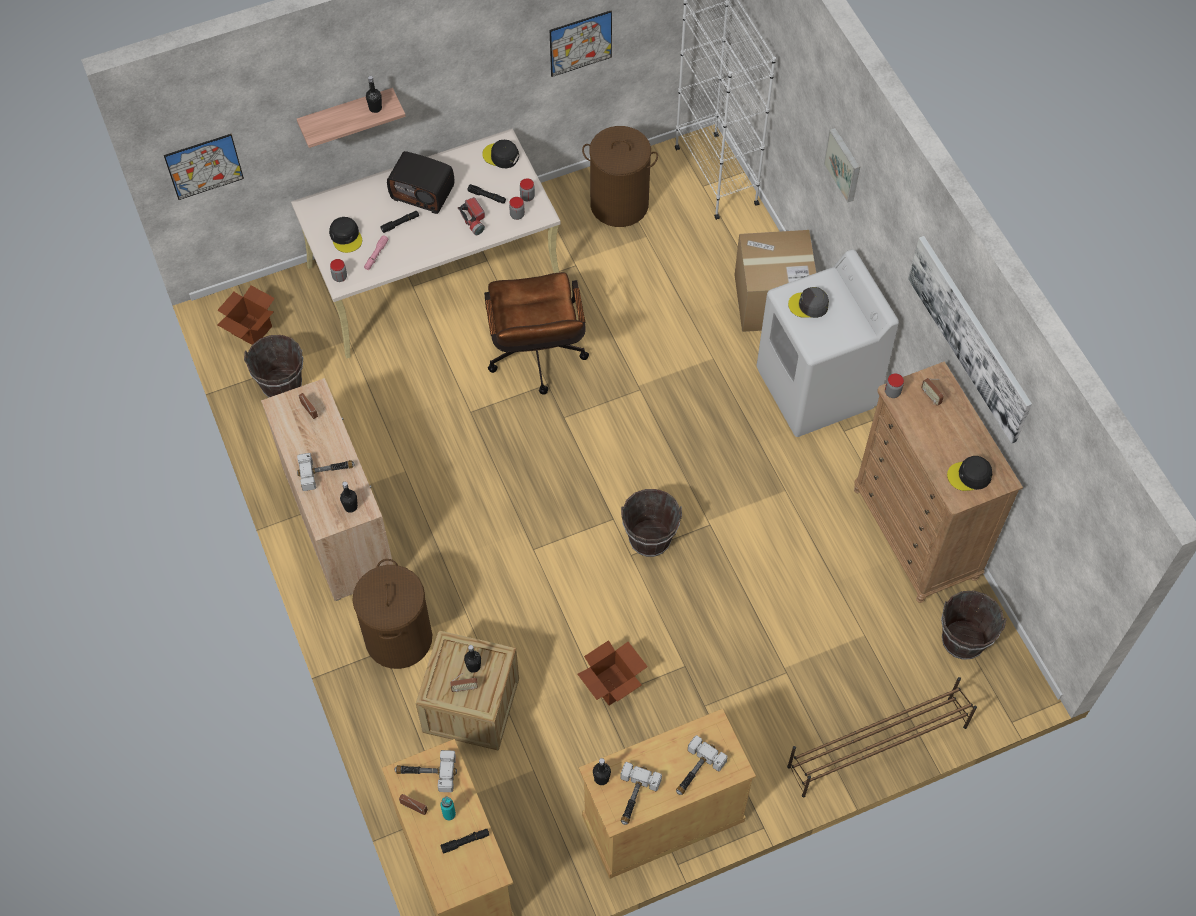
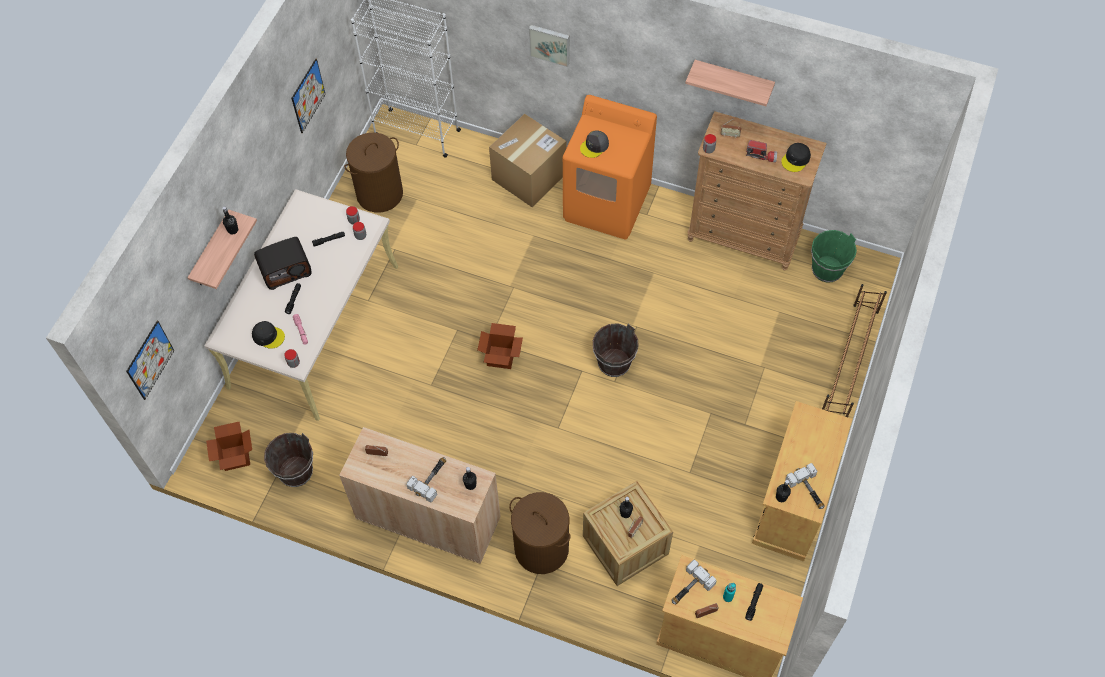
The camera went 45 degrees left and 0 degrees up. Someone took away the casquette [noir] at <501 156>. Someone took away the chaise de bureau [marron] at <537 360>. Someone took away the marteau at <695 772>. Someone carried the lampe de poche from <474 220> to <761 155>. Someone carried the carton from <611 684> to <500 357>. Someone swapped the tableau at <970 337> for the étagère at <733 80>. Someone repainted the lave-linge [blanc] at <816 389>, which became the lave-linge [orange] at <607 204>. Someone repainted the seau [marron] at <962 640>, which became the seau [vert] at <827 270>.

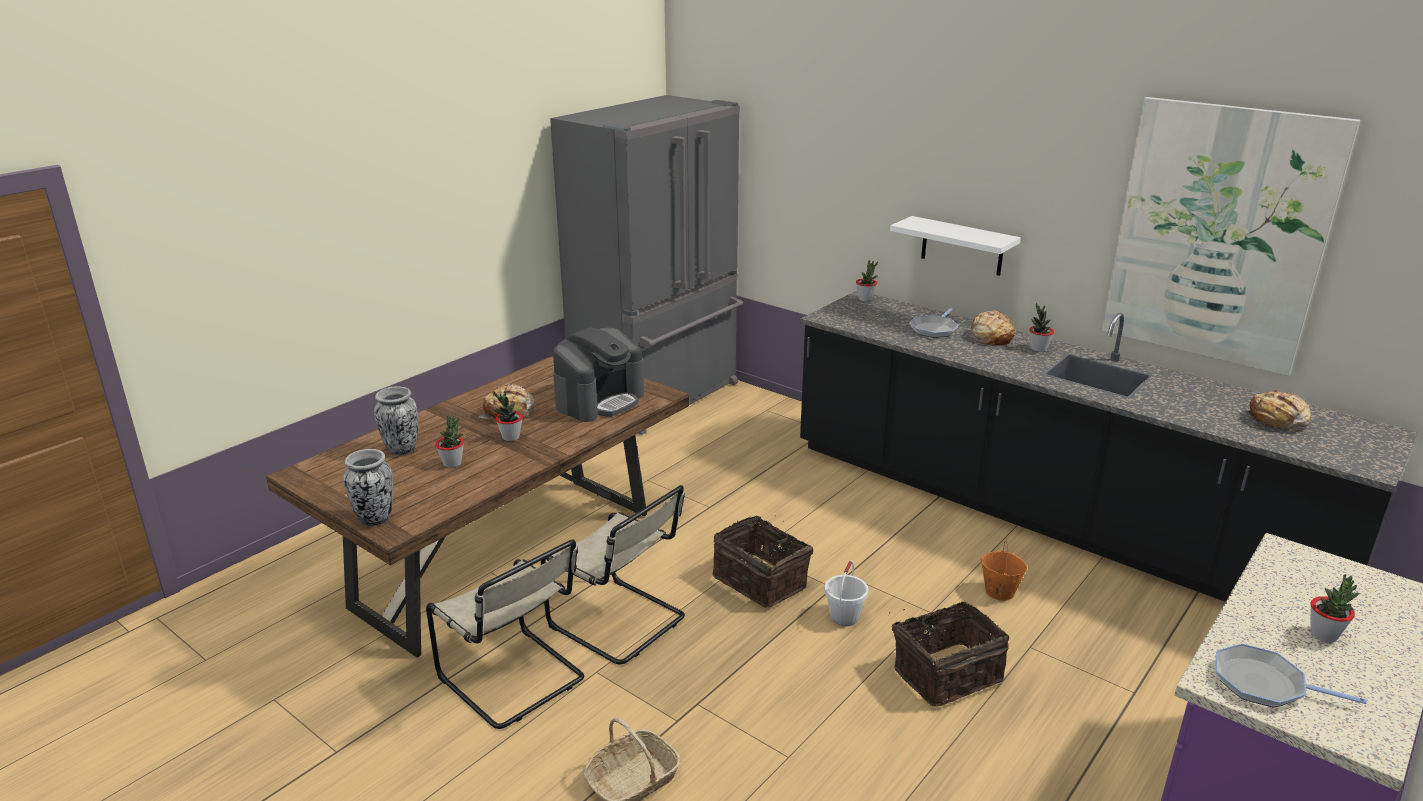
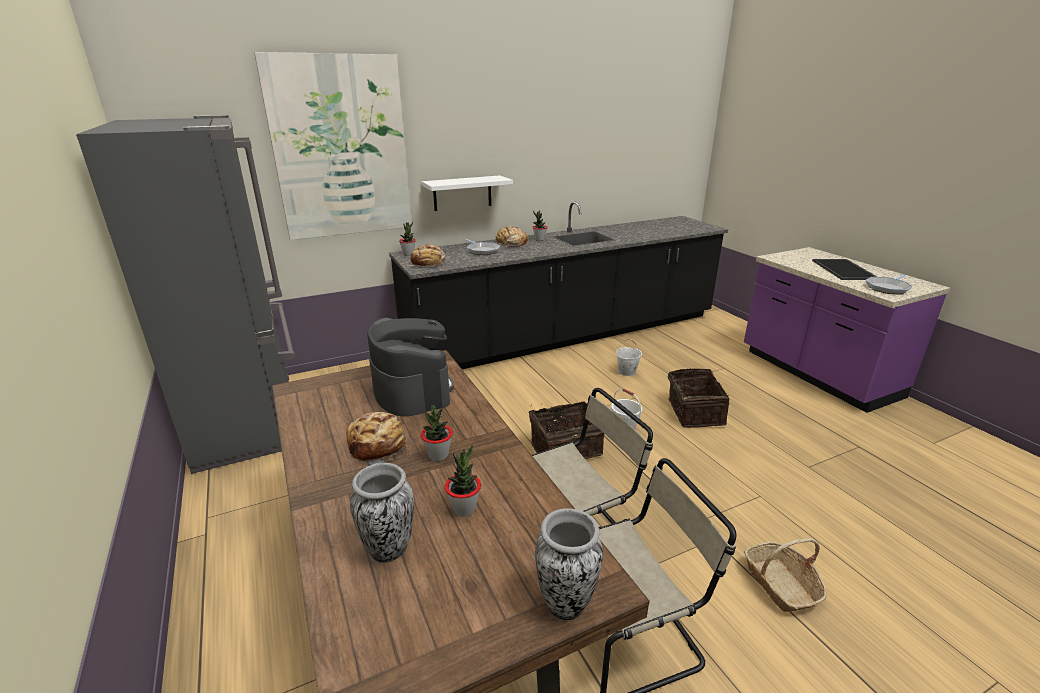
The camera went 65 degrees left and 0 degrees up. Someone carried the tableau from <1218 235> to <341 148>. Someone carried the pain from <1276 421> to <428 263>. Someone swapped the plante en pot at <1324 635> for the plateau at <845 270>. Someone repainted the seau [orange] at <999 592>, which became the seau [blanc] at <626 372>.

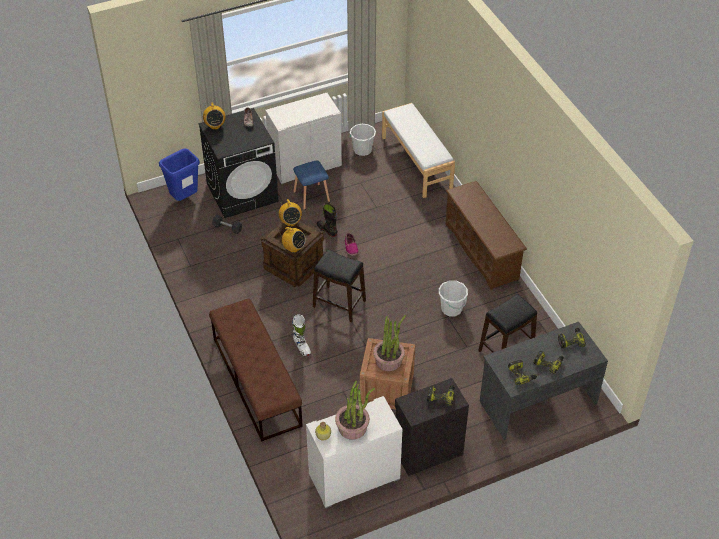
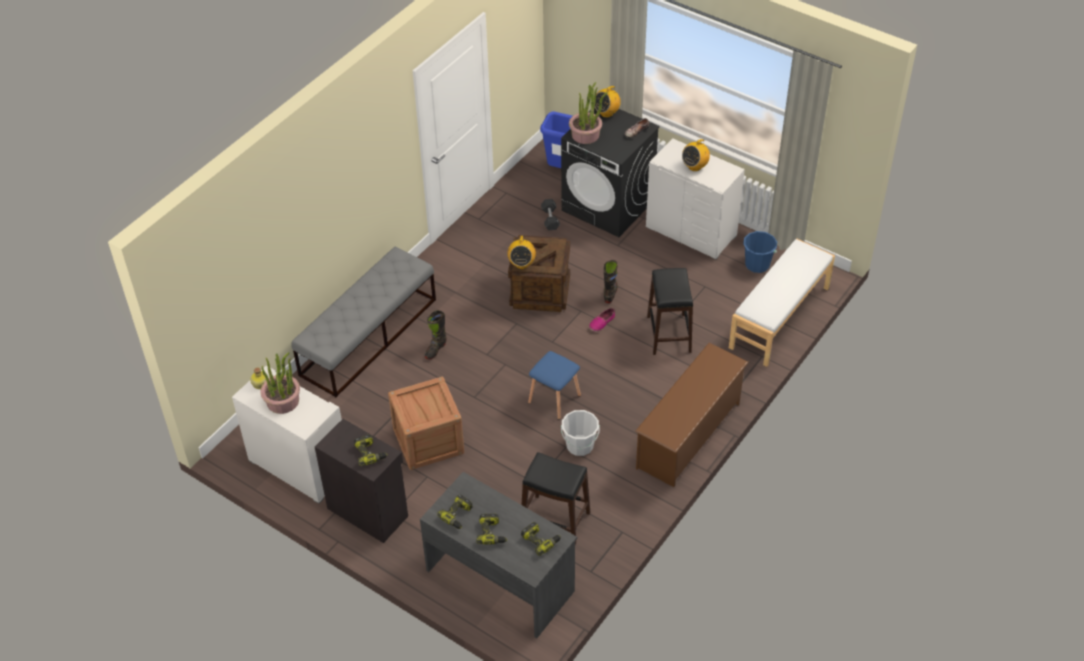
The camera went 60 degrees right and 0 degrees up. Someone carried the radio from <290 222> to <695 166>. Someone carried the tabouret [bleu] from <312 196> to <555 399>. Someone carried the tabouret [noir] from <339 303> to <669 334>. Someone carried the plante en pot from <389 360> to <585 135>. Someone repainted the banc [marron] at <256 381>, which became the banc [gris] at <369 336>. Someone repainted the botte [blanc] at <302 347>, which became the botte [noir] at <435 349>. Someone repainted the seau [blanc] at <362 149>, which became the seau [bleu] at <757 264>.

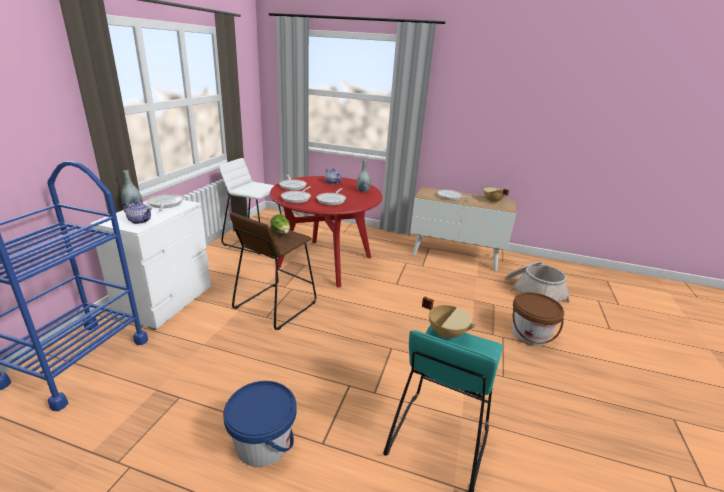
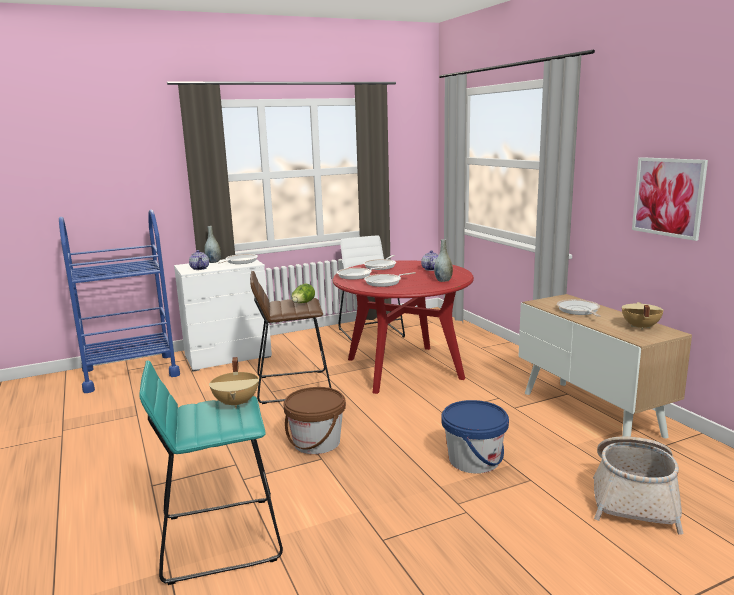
The camera went 50 degrees right and 10 degrees down. Someone put up the tableau at <668 197>. Someone carried the seau [bleu] from <263 443> to <474 460>. Someone carried the seau [marron] from <530 334> to <316 442>.

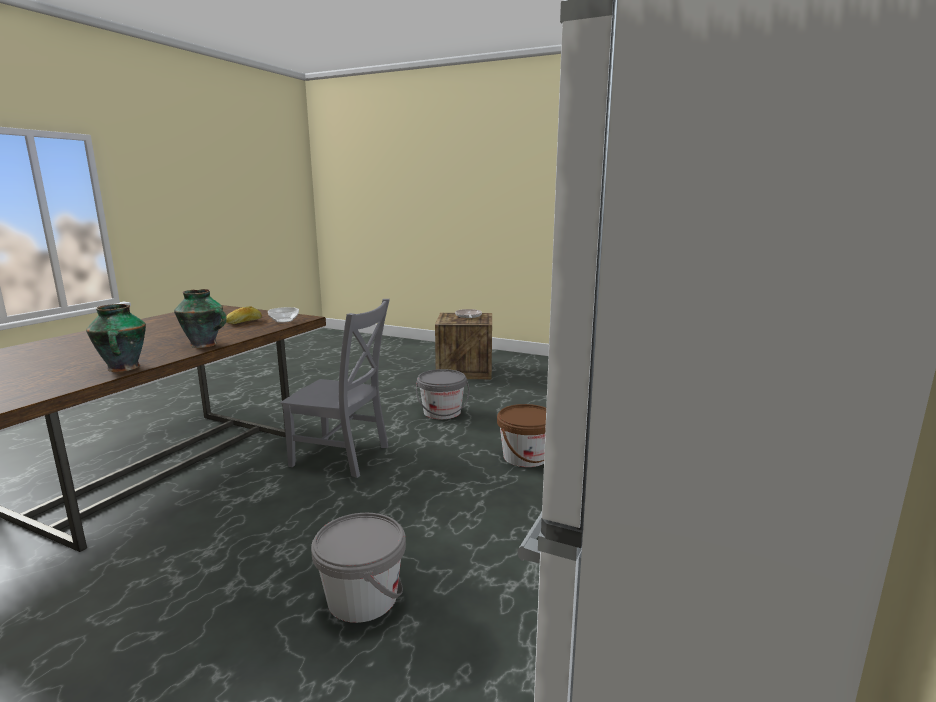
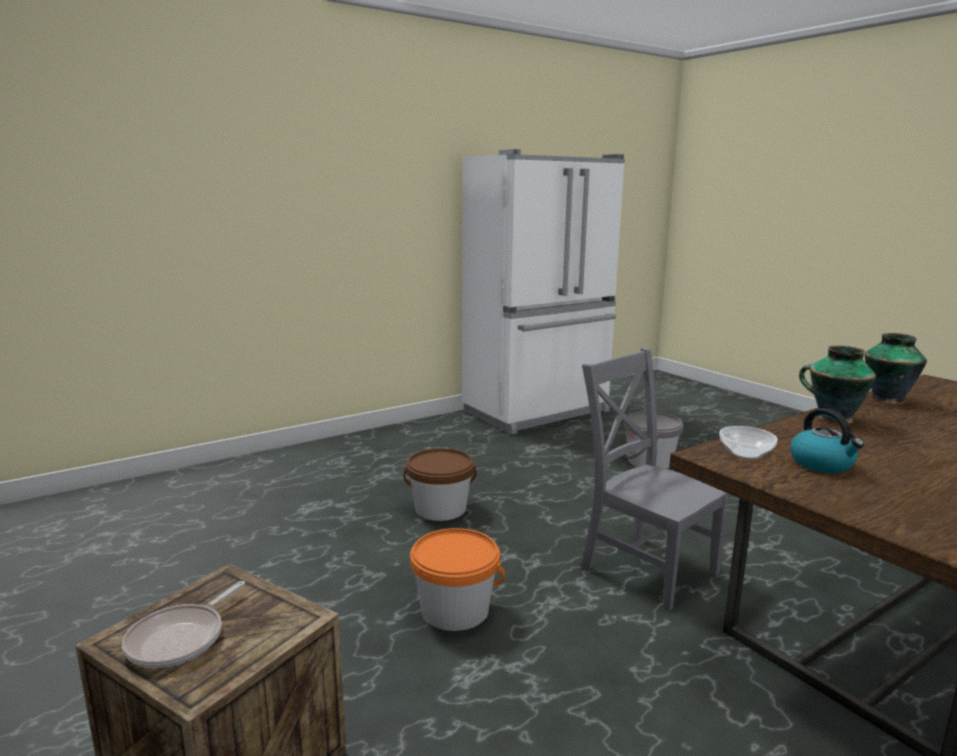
The camera went 150 degrees left and 0 degrees up. Someone swapped the pain at <244 322> for the bouilloire at <822 464>. Someone repainted the seau [gris] at <442 412>, which became the seau [orange] at <455 610>.

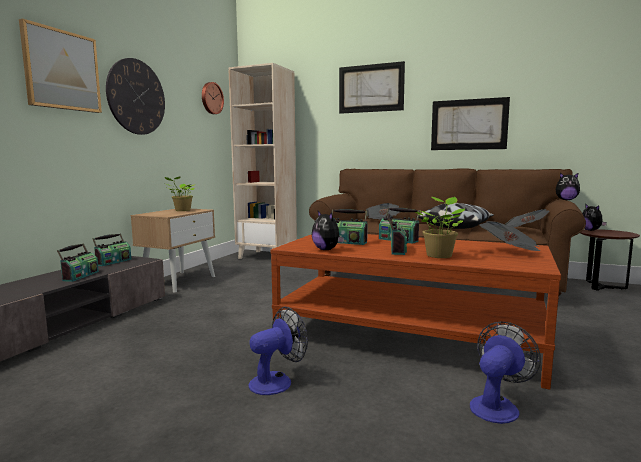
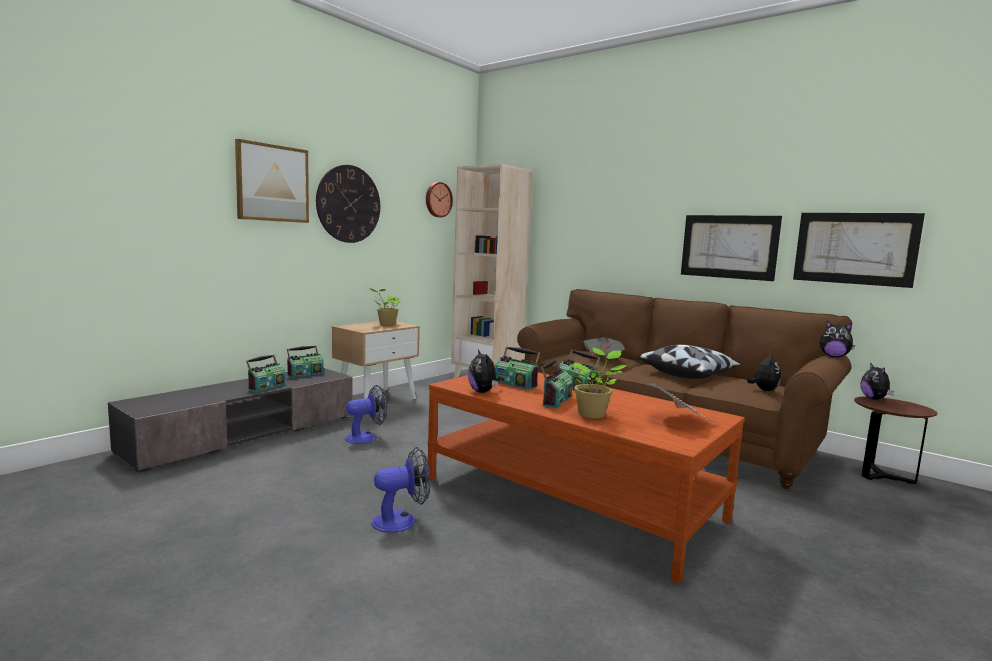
The camera went 15 degrees right and 0 degrees up. Someone carried the tableau from <371 88> to <854 248>. Someone carried the ventilateur from <497 405> to <366 437>. Someone swapped the journal at <524 230> for the peluche at <764 390>.

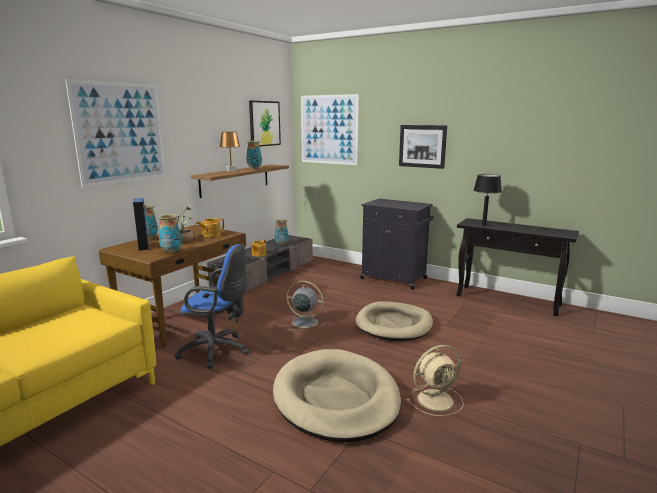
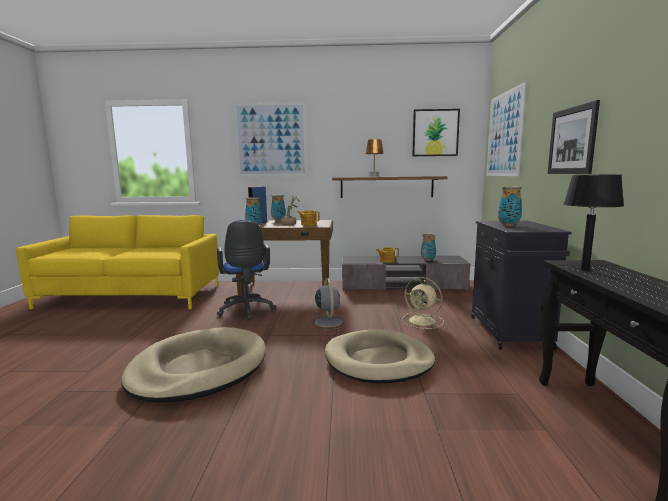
The camera went 60 degrees right and 5 degrees down. Someone carried the vase from <254 168> to <508 225>. Someone carried the ventilateur [beige] from <436 399> to <423 321>.

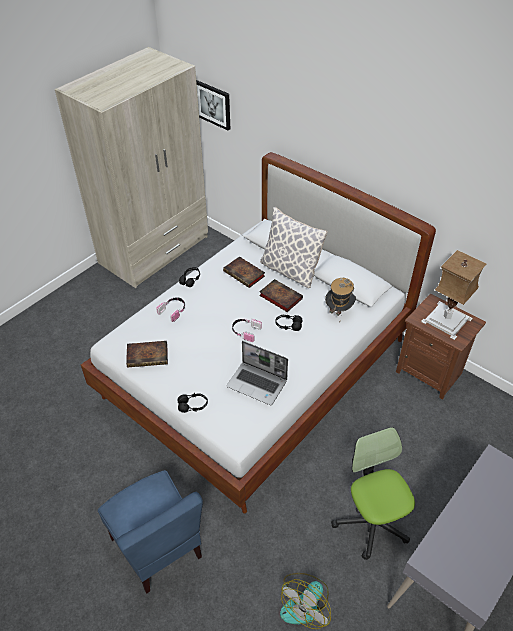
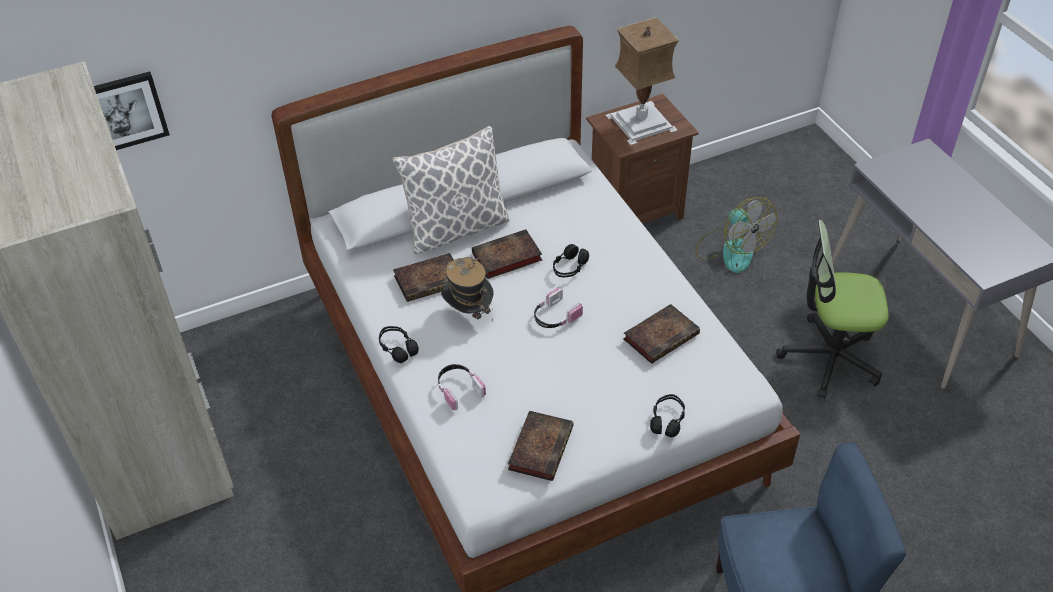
The camera went 65 degrees left and 0 degrees up. Someone carried the ventilateur from <305 602> to <731 250>. Someone carried the chapeau from <338 311> to <468 312>. Someone swapped the ordinateur portable at <258 384> for the livre at <662 336>.

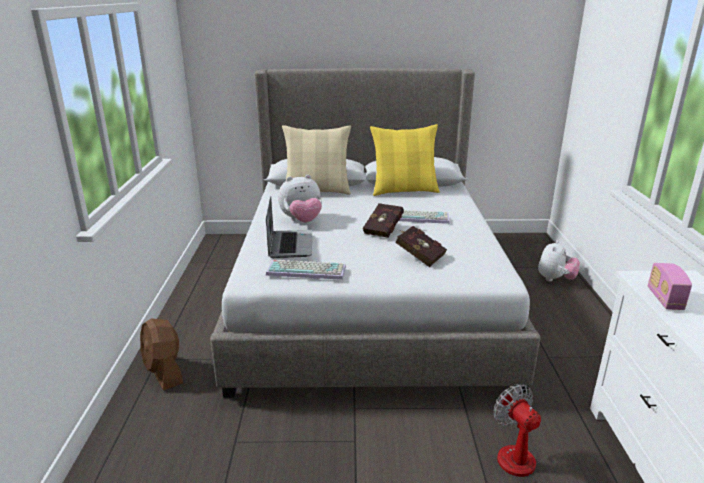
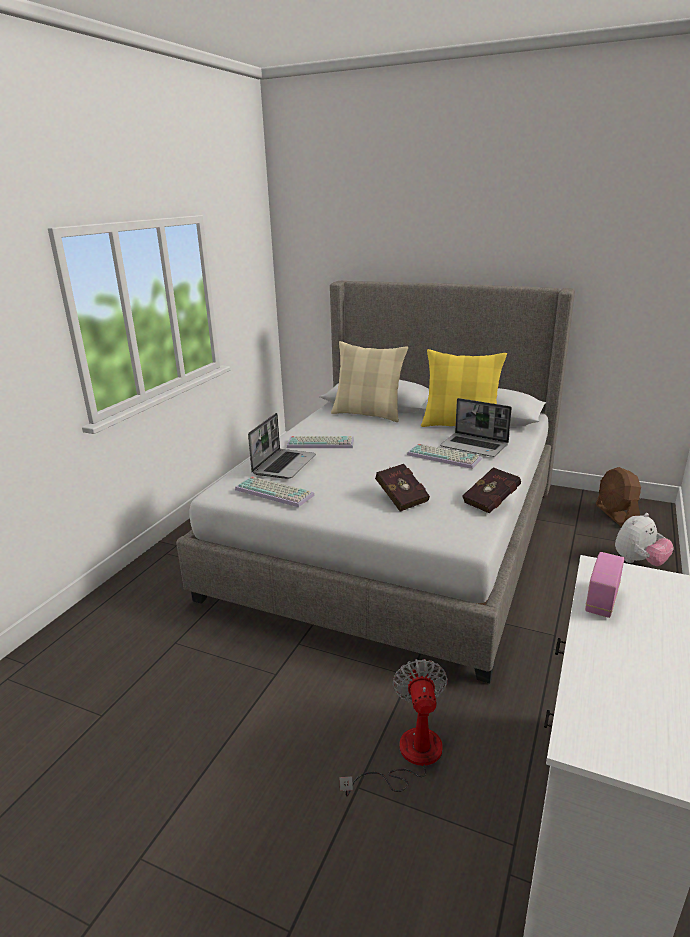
The camera went 25 degrees right and 0 degrees up. Someone put down the ordinateur portable at <475 446>. Someone carried the ventilateur [marron] from <164 372> to <616 515>. Someone carried the livre [rouge] from <384 230> to <492 502>. Someone swapped the peluche at <302 221> for the clavier at <321 443>.

